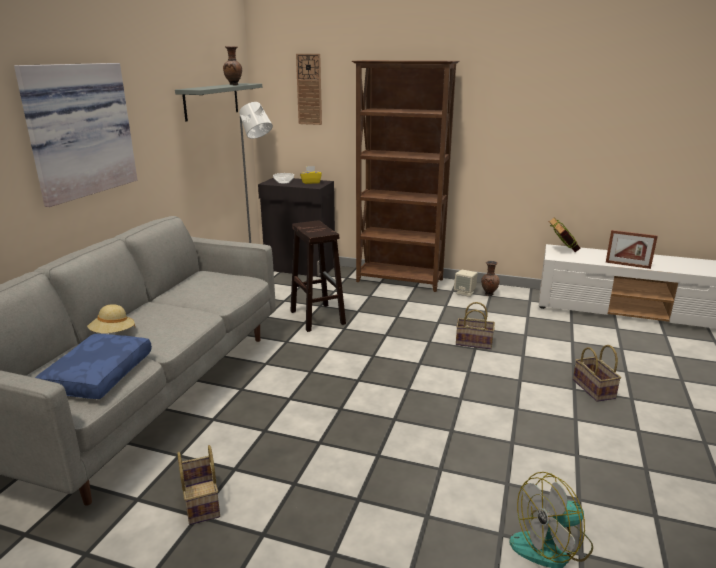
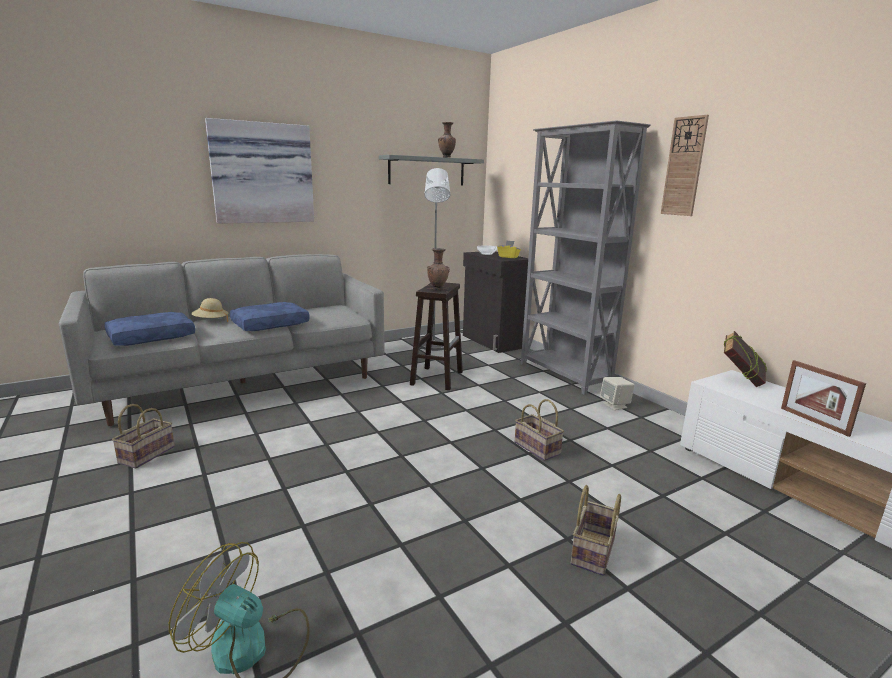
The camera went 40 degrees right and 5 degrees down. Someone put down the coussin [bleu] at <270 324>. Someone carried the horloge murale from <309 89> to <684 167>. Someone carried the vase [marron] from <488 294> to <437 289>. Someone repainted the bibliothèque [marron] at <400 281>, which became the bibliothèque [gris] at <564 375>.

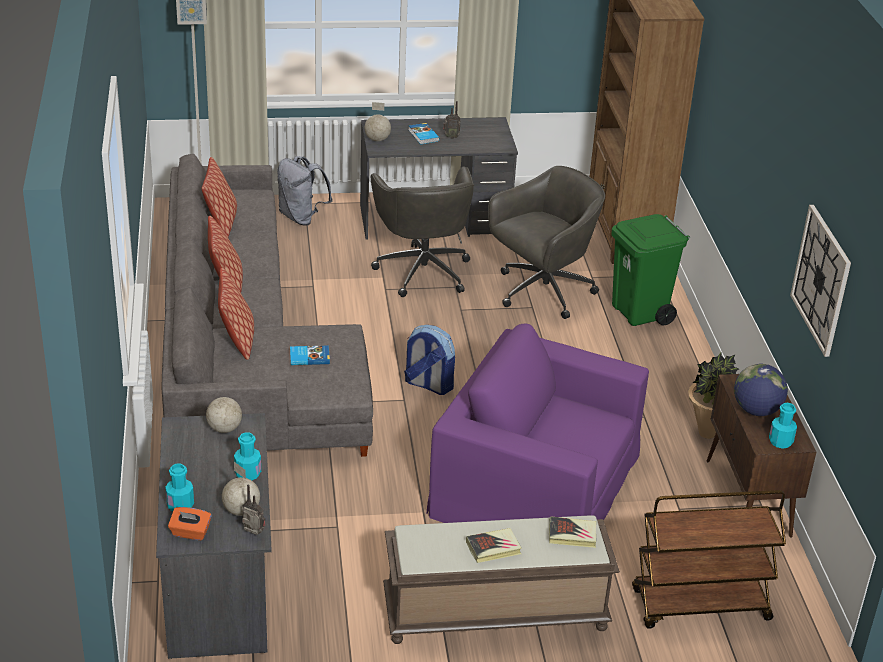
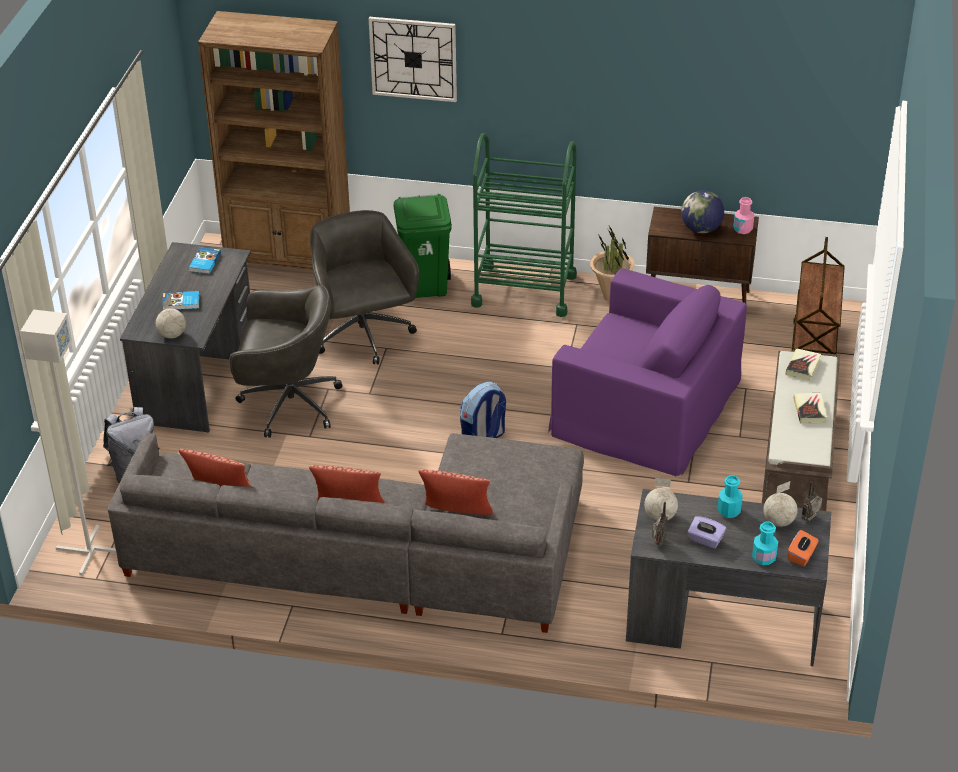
The camera went 70 degrees left and 5 degrees up. Someone put down the chariot [vert] at <524 290>. Someone put down the boîte à mouchoirs [violet] at <705 540>. Someone carried the livre from <309 357> to <204 262>. Someone carried the radio from <451 137> to <658 543>. Someone carried the horloge murale from <821 279> to <413 58>. Someone repainted the bouteille [turquoise] at <780 441>, which became the bouteille [rose] at <743 229>. Someone rotated the fauteuil [violet] at <535 483> by 105 degrees counterclockwise.

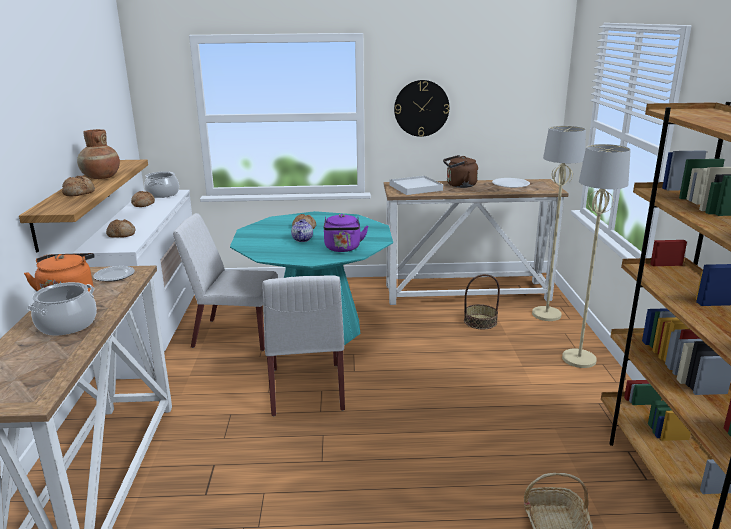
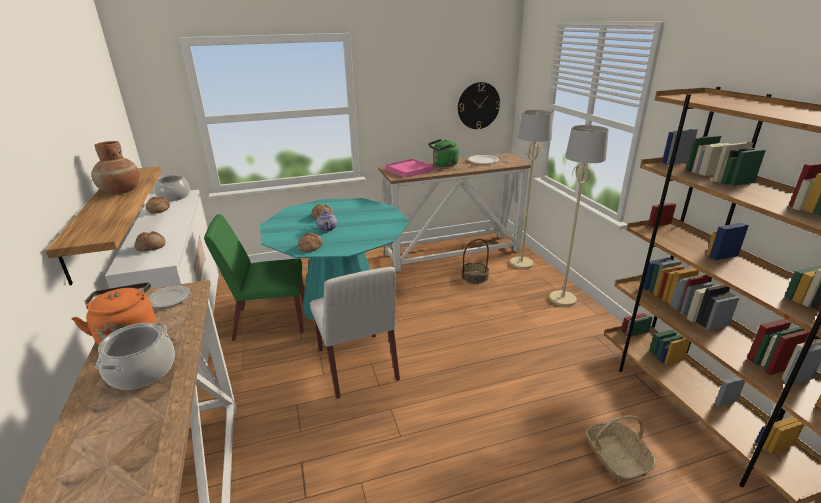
The camera went 15 degrees left and 5 degrees up. Someone took away the bouilloire [violet] at <343 249>. Someone carried the pain from <79 193> to <310 247>. Someone carried the horloge murale from <421 108> to <478 105>. Someone repainted the chaise [blanc] at <234 335>, which became the chaise [vert] at <269 321>. Someone repainted the plateau [blanc] at <416 188>, which became the plateau [rose] at <409 170>. Someone repainted the bouilloire [marron] at <459 185>, which became the bouilloire [vert] at <443 165>.

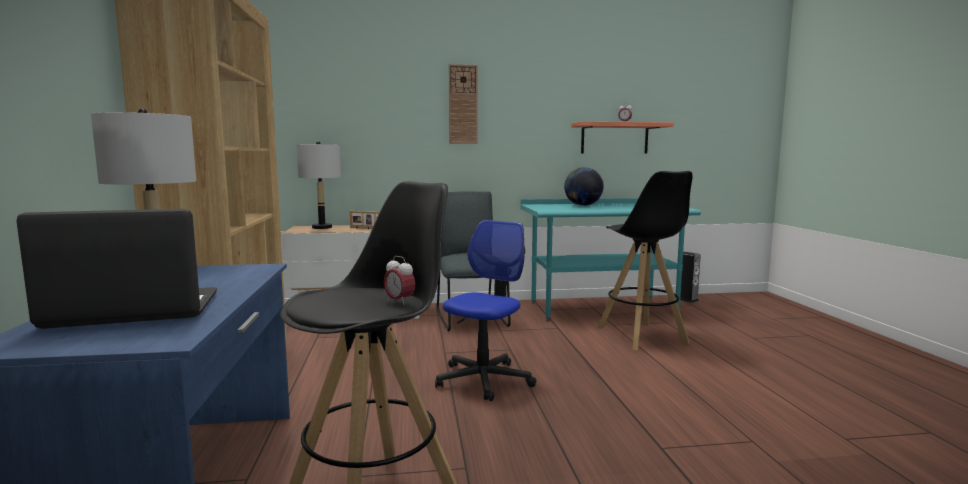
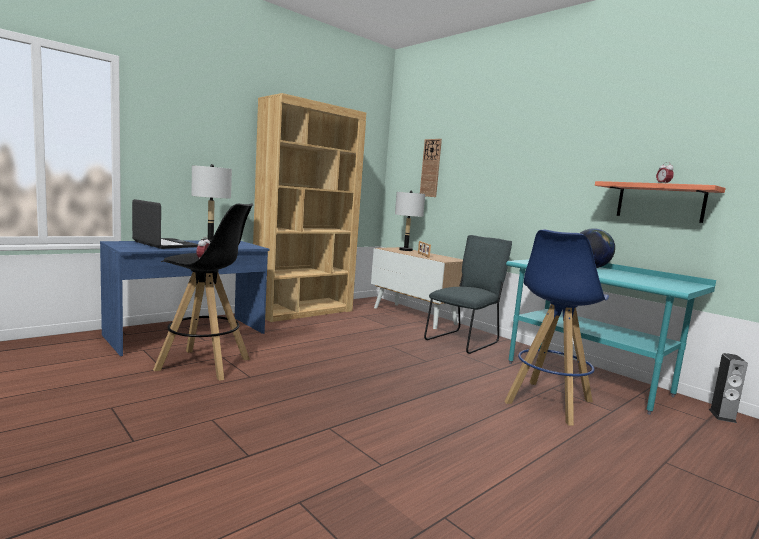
The camera went 55 degrees right and 0 degrees up. Someone took away the chaise de bureau at <484 380>. Someone carried the horloge murale from <463 104> to <430 168>. Someone repainted the tabouret [noir] at <642 335>, which became the tabouret [bleu] at <548 402>.

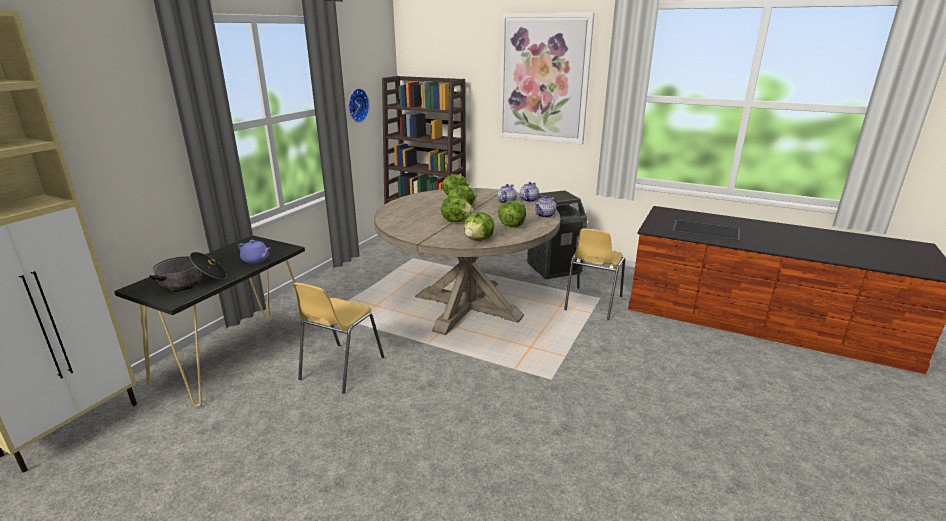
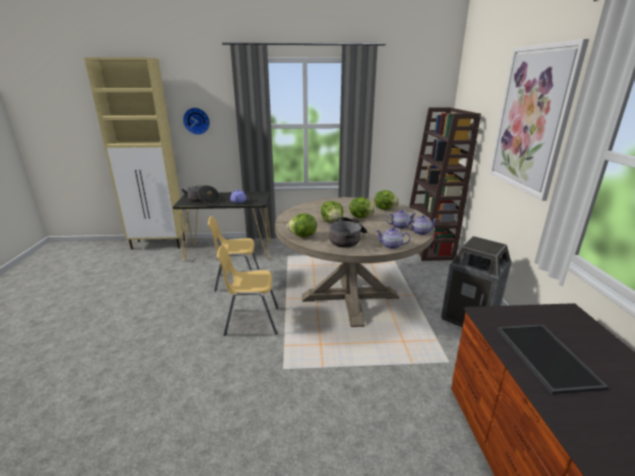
The camera went 60 degrees right and 0 degrees up. Someone carried the horloge murale from <356 105> to <197 121>. Someone carried the chaise [jaune] from <592 303> to <251 321>. Someone swapped the laitue at <511 225> for the marmite at <348 239>.

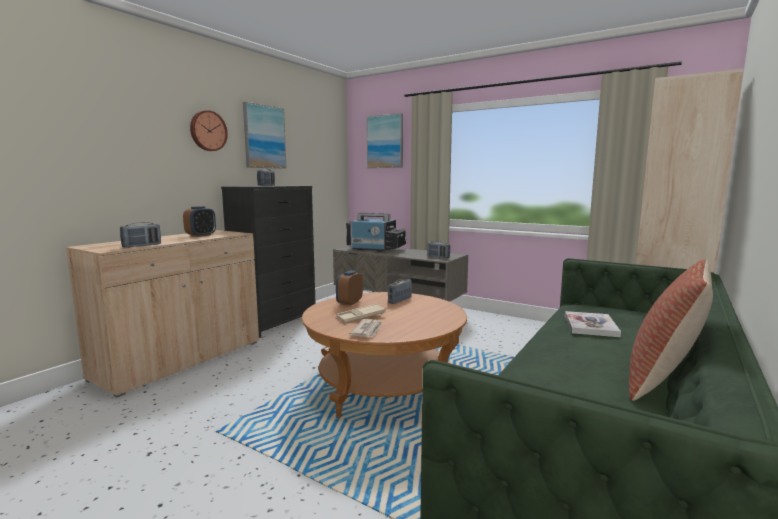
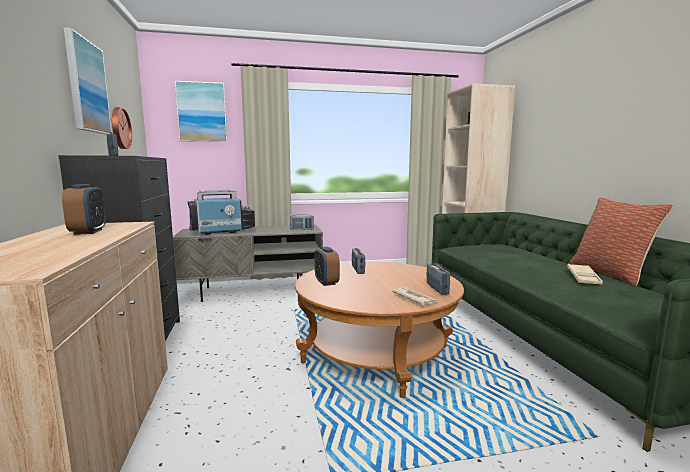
The camera went 45 degrees left and 0 degrees up. Someone took away the livre at <590 326>. Someone carried the radio from <142 246> to <437 289>. Someone carried the horloge murale from <207 131> to <119 128>. Someone carried the plateau [beige] from <361 317> to <583 277>.

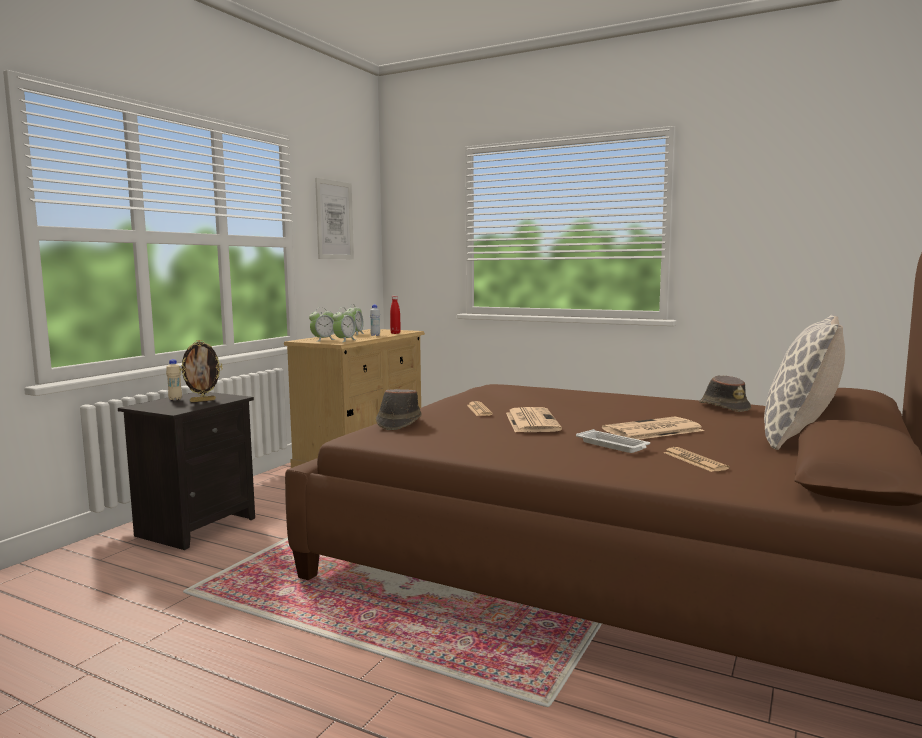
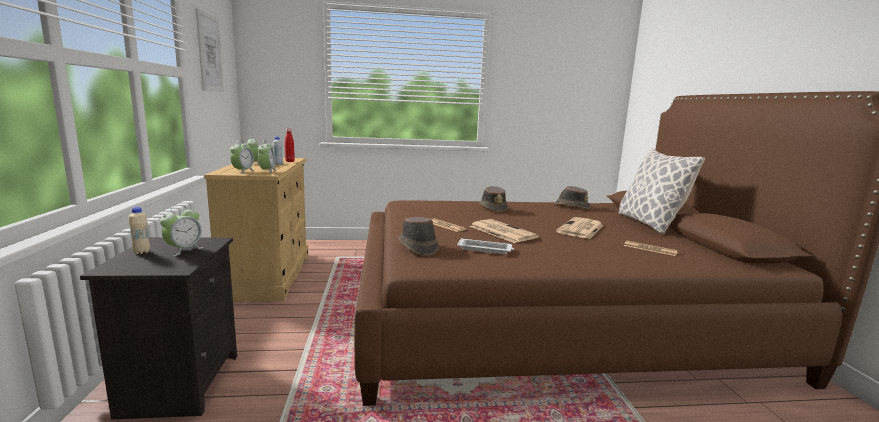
The camera went 35 degrees left and 5 degrees up. Someone put down the chapeau [marron] at <493 208>. Someone carried the plateau [blanc] from <613 445> to <485 249>. Someone swapped the cadre photo at <203 401> for the réveil at <184 250>.

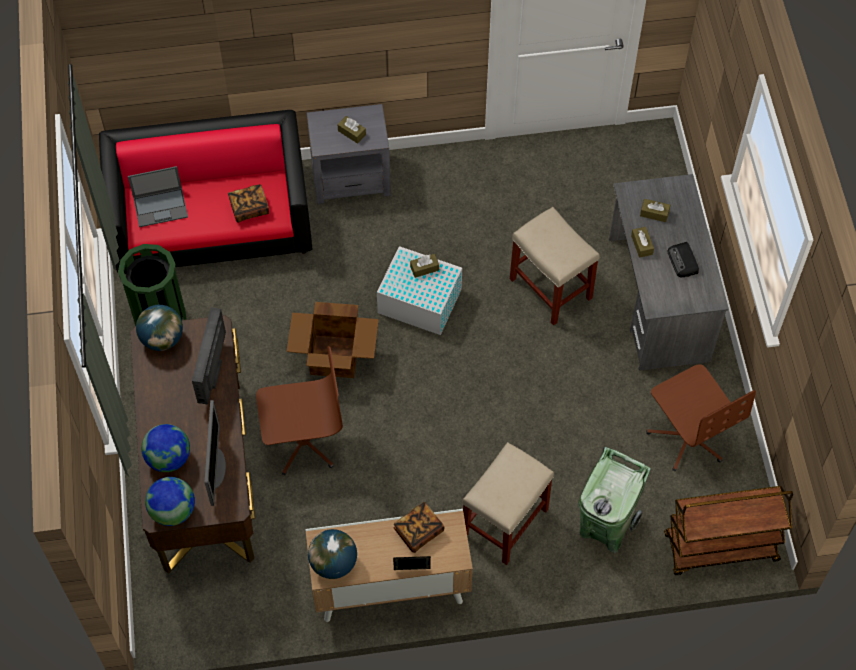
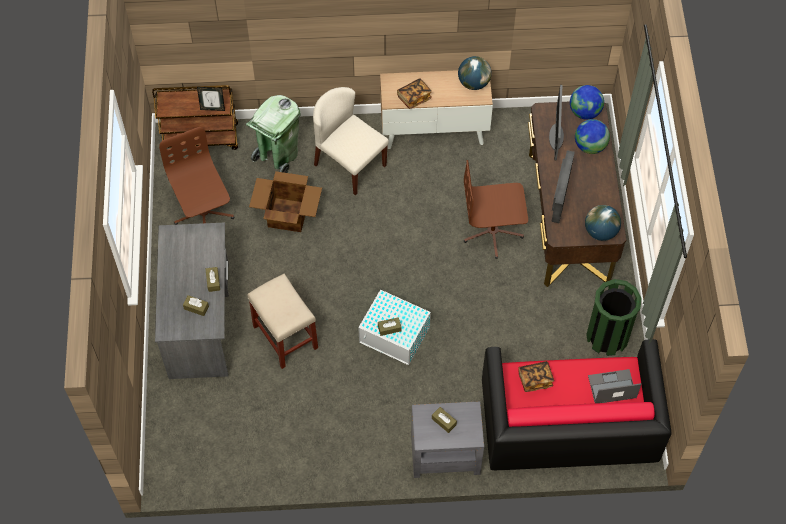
The camera went 175 degrees left and 0 degrees up. Someone took away the radio at <683 262>. Someone carried the carton from <335 356> to <287 214>. Someone carried the cadre photo from <412 572> to <212 108>. Someone swapped the tabouret [beige] at <504 523> for the chaise [beige] at <349 165>.

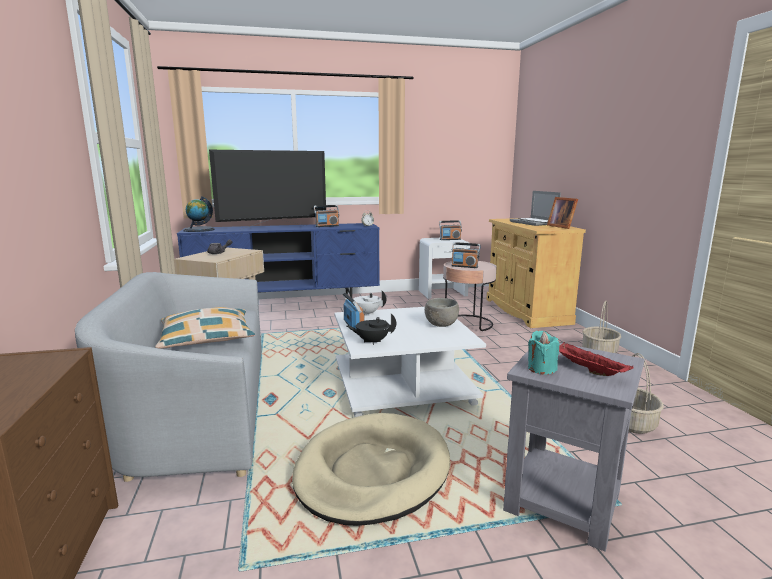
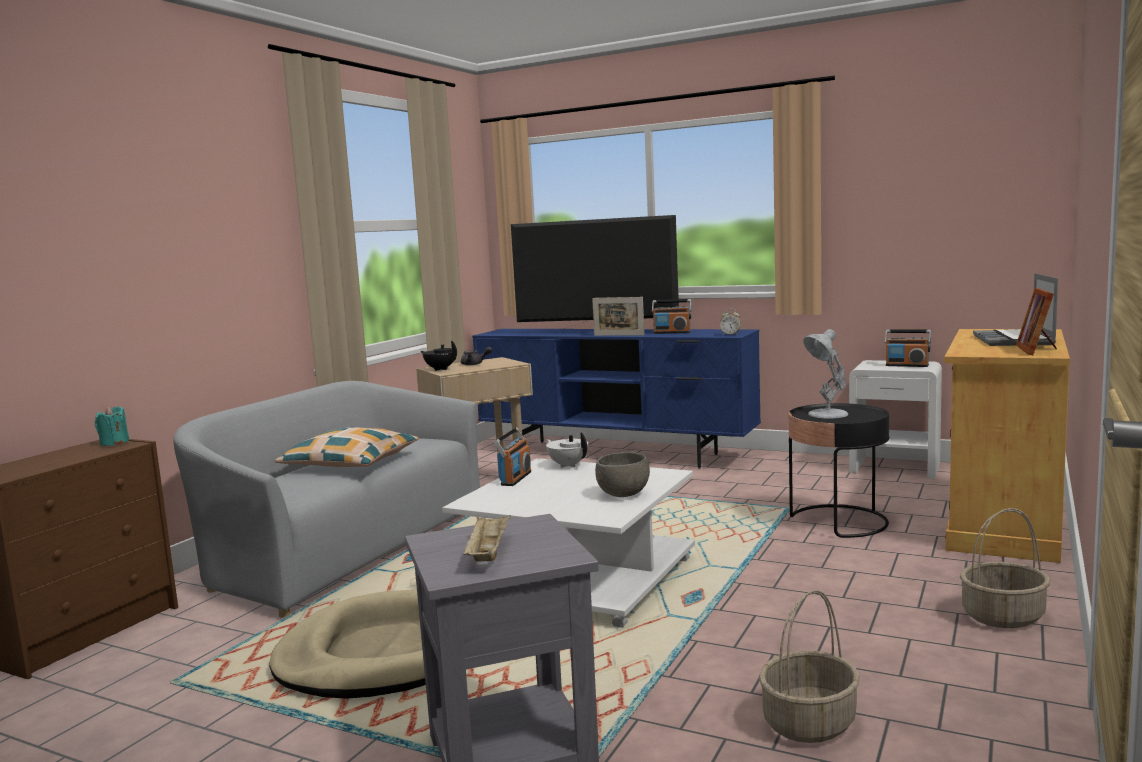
The camera went 40 degrees right and 5 degrees down. Someone took away the globe at <199 230>. Someone put down the cadre photo at <619 335>. Someone carried the théière [noir] from <372 341> to <440 369>. Someone carried the bougie [turquoise] from <541 369> to <114 443>. Someone swapped the radio at <464 266> for the lampe de table [blanc] at <826 414>. Someone repainted the table d'appoint [rose] at <467 323>, which became the table d'appoint [noir] at <838 521>. Someone repainted the plateau [rouge] at <587 370>, which became the plateau [beige] at <488 553>.

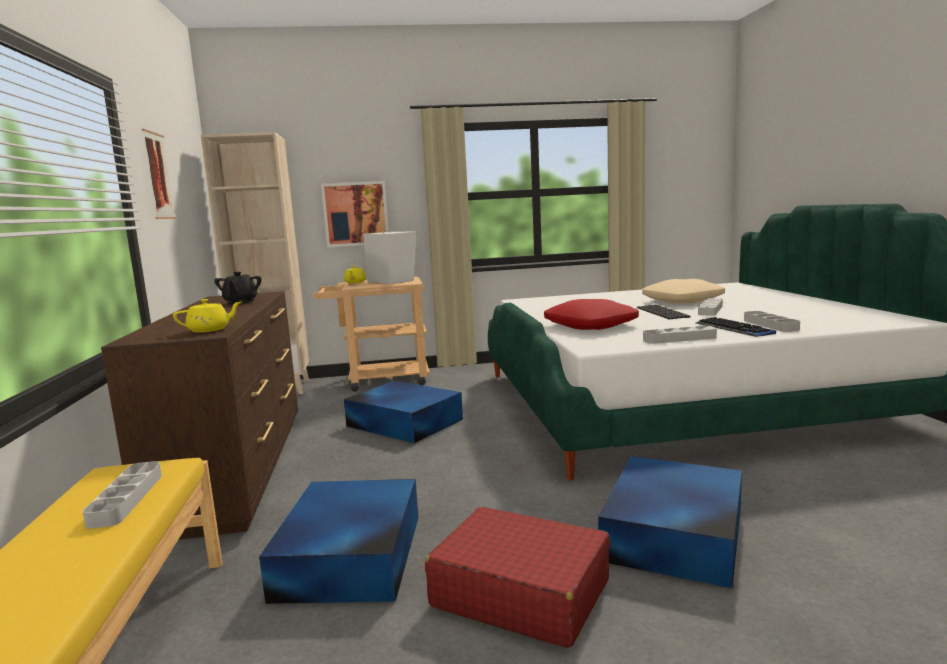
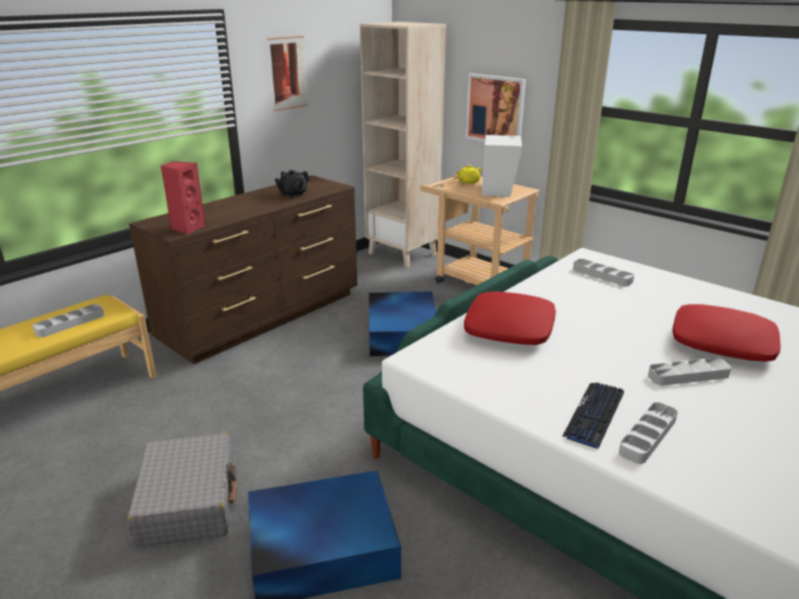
The camera went 50 degrees right and 15 degrees up. Someone took away the boîte de rangement [bleu] at <349 557>. Someone took away the clavier at <663 312>. Someone carried the plateau [gris] from <679 339> to <602 275>. Someone swapped the théière [jaune] at <210 330> for the enceinte [rouge] at <187 228>. Someone repainted the valise [rouge] at <520 593>, which became the valise [gris] at <188 501>. Someone repainted the coussin [beige] at <682 301>, which became the coussin [rouge] at <721 344>.

